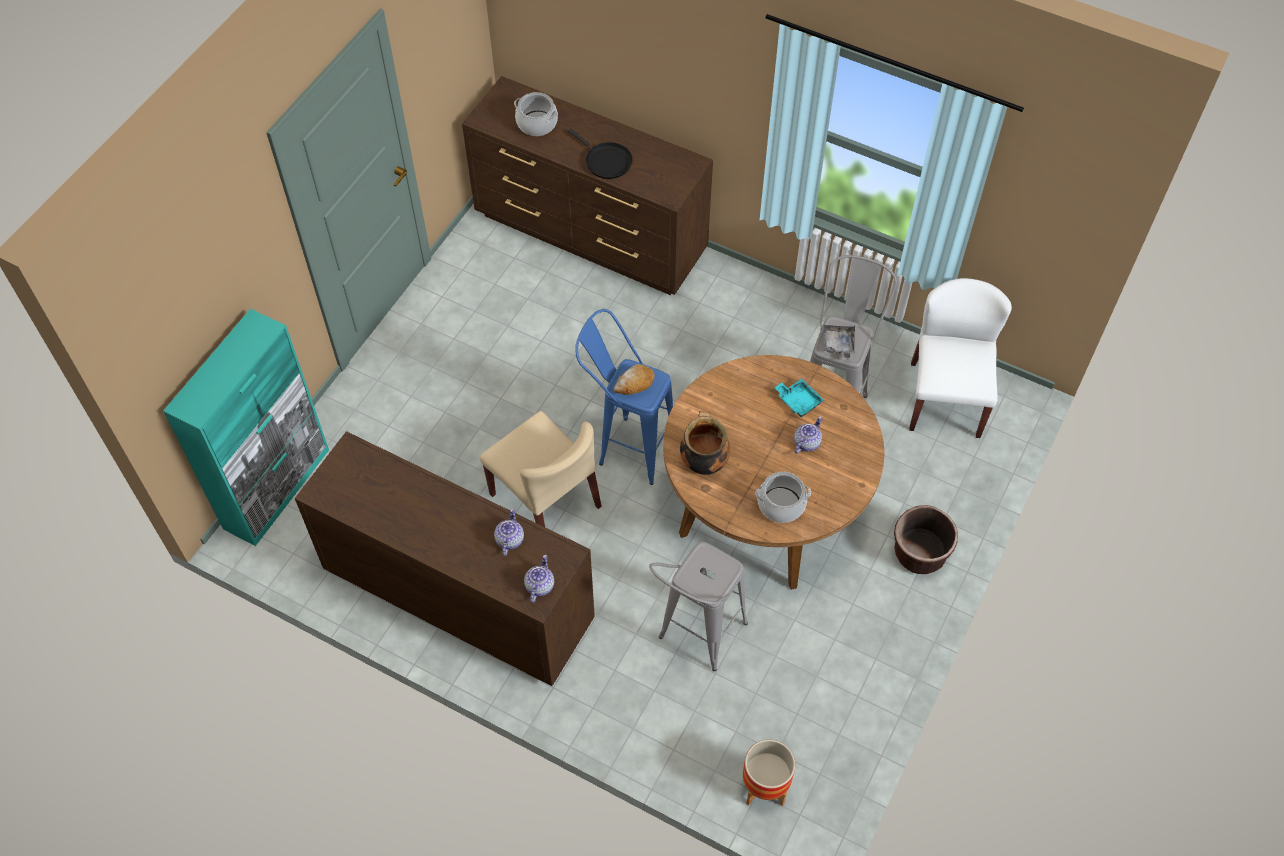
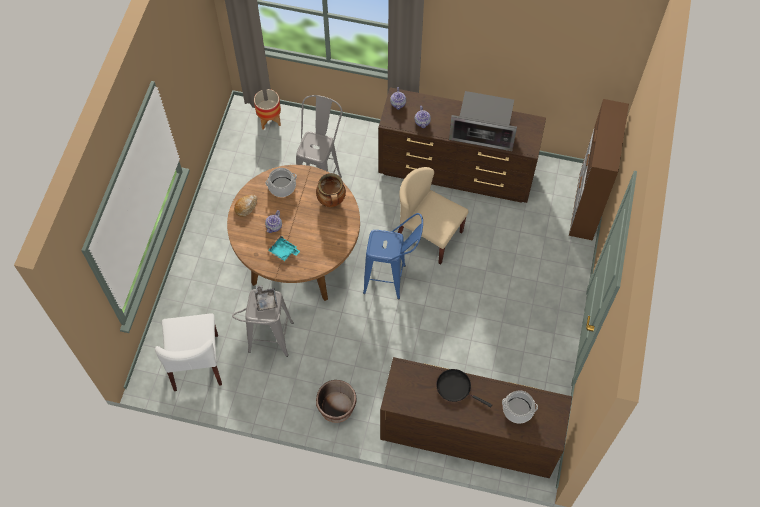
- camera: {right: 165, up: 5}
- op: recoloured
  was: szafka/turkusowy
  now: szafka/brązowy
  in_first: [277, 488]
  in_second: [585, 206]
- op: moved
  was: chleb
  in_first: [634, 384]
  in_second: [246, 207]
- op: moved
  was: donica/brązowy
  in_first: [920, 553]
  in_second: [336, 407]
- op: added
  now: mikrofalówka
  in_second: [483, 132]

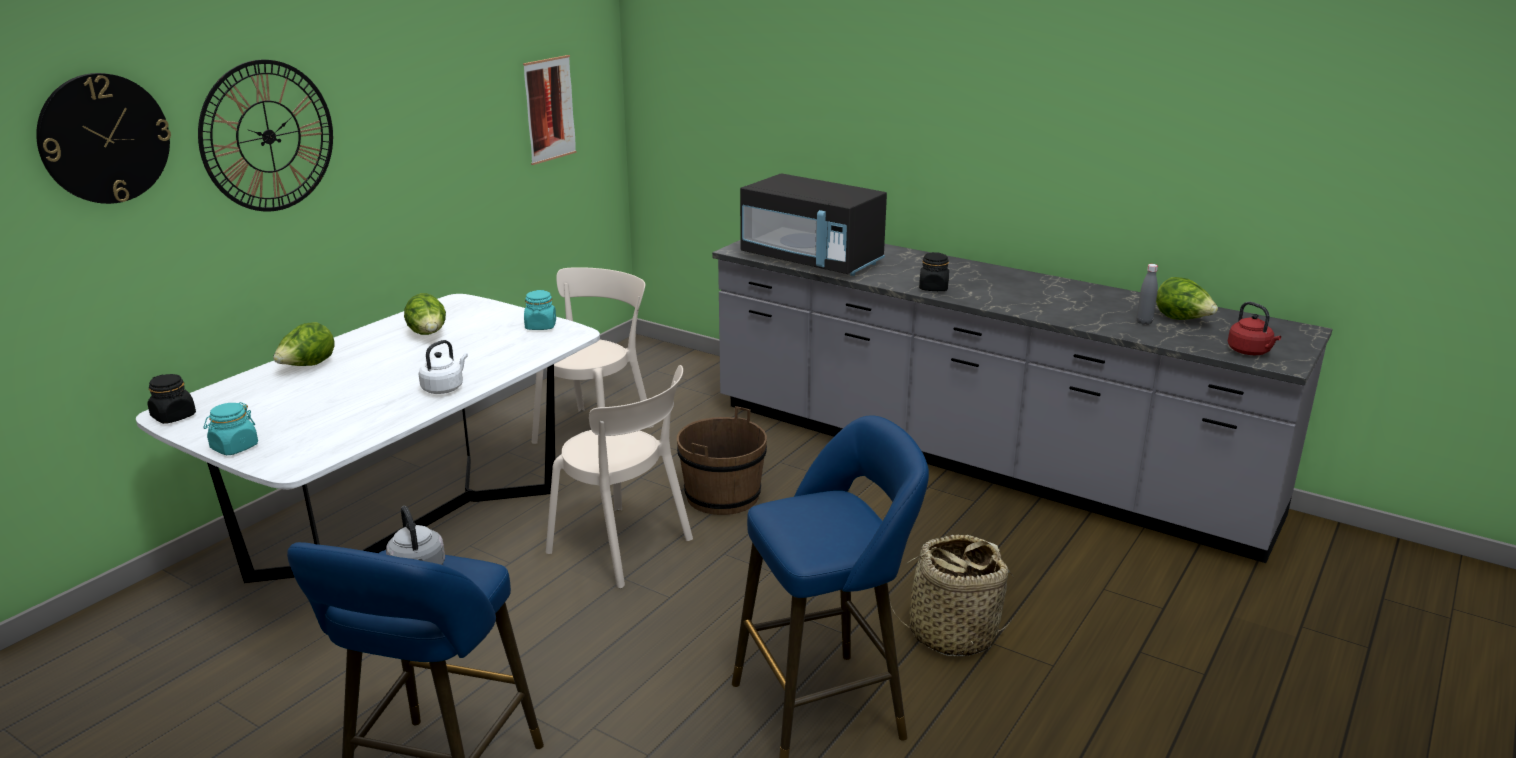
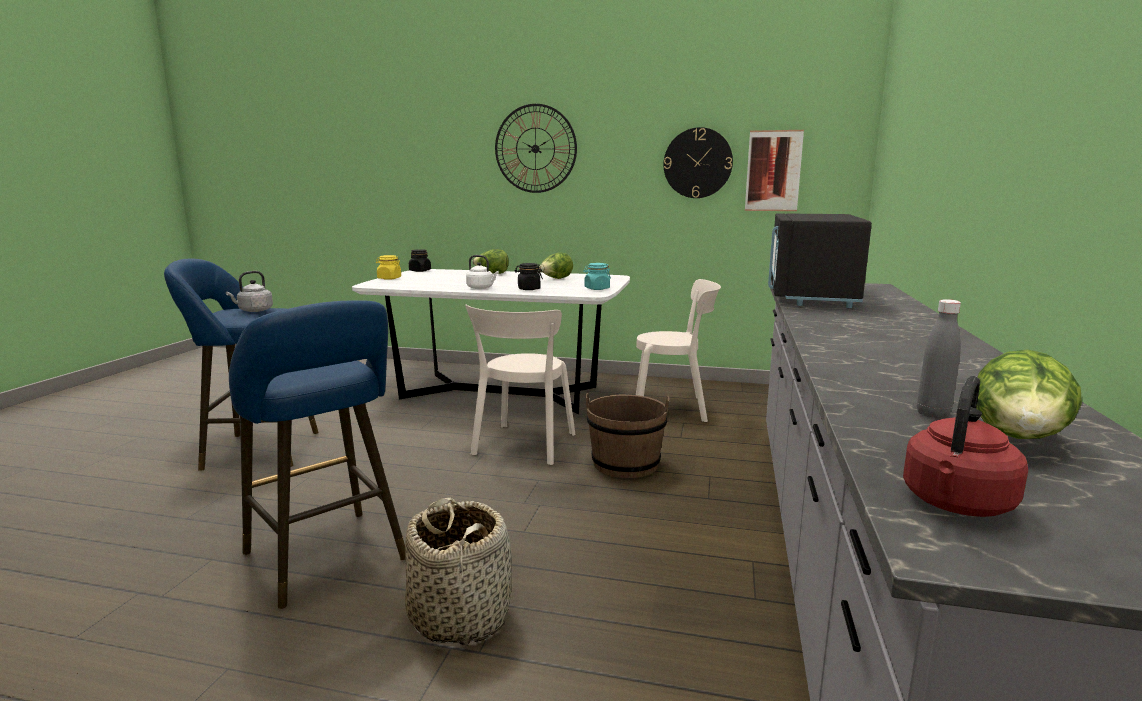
- camera: {right: 70, up: -10}
- op: moved
  was: zegar ścienny
  in_first: [104, 138]
  in_second: [697, 163]
- op: recoloured
  was: słoik/turkusowy
  now: słoik/żółty
  in_first: [234, 447]
  in_second: [389, 278]
- op: moved
  was: słoik/czarny
  in_first: [933, 288]
  in_second: [528, 289]

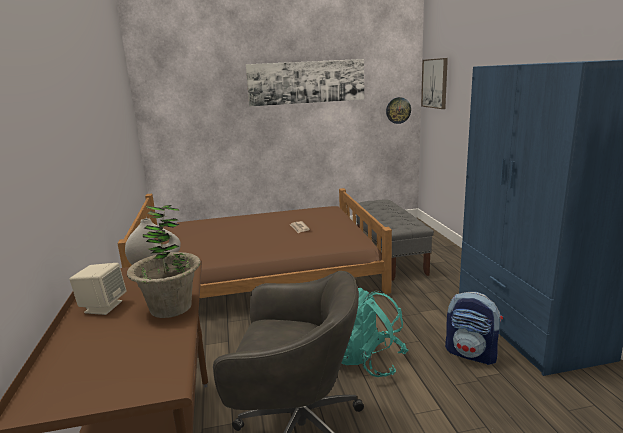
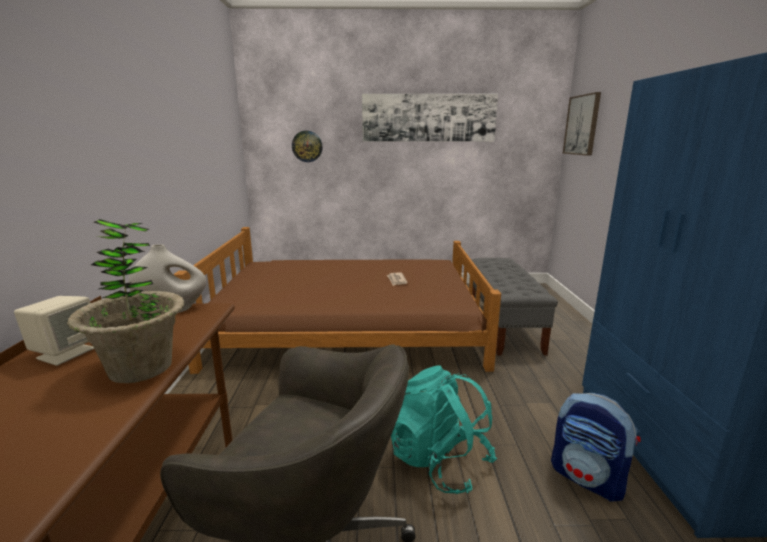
- camera: {right: 10, up: 0}
- op: moved
  was: zegar ścienny
  in_first: [398, 110]
  in_second: [307, 146]

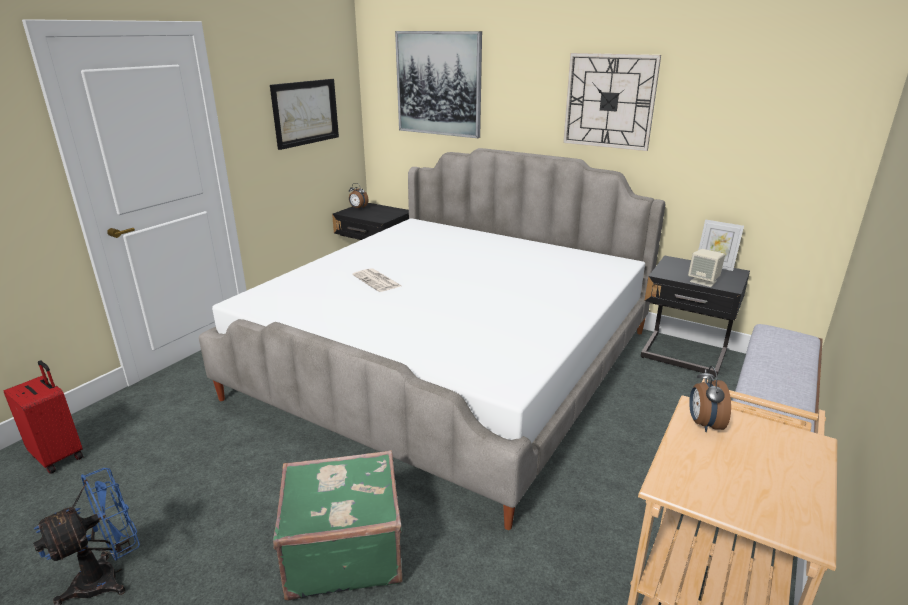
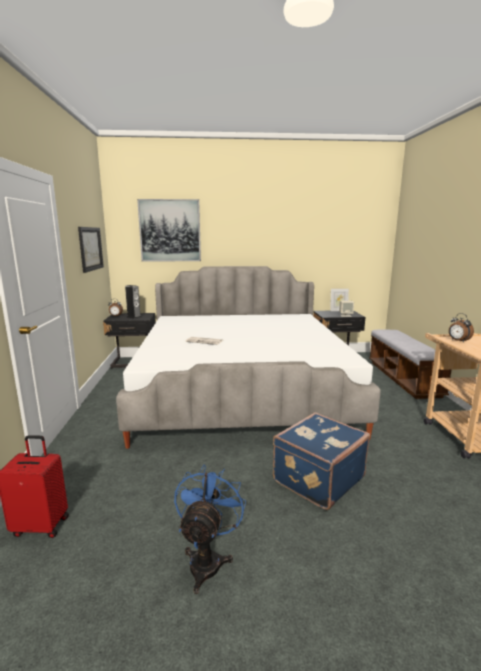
- camera: {right: -35, up: -10}
- op: recoloured
  was: walizka/zielony
  now: walizka/niebieski
  in_first: [343, 549]
  in_second: [317, 478]
- op: removed
  was: zegar ścienny
  in_first: [609, 101]
- op: added
  now: głośnik
  in_second: [134, 317]

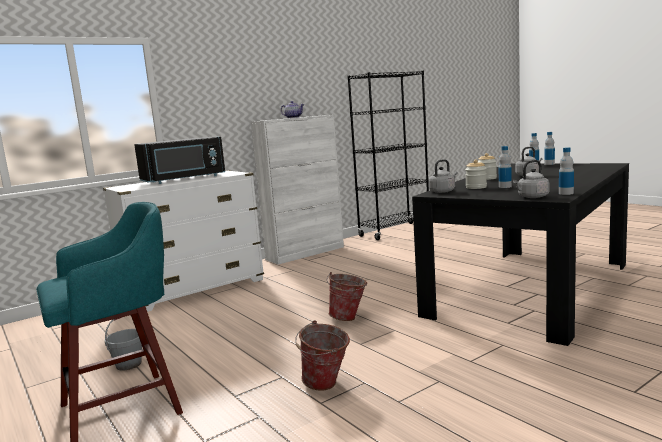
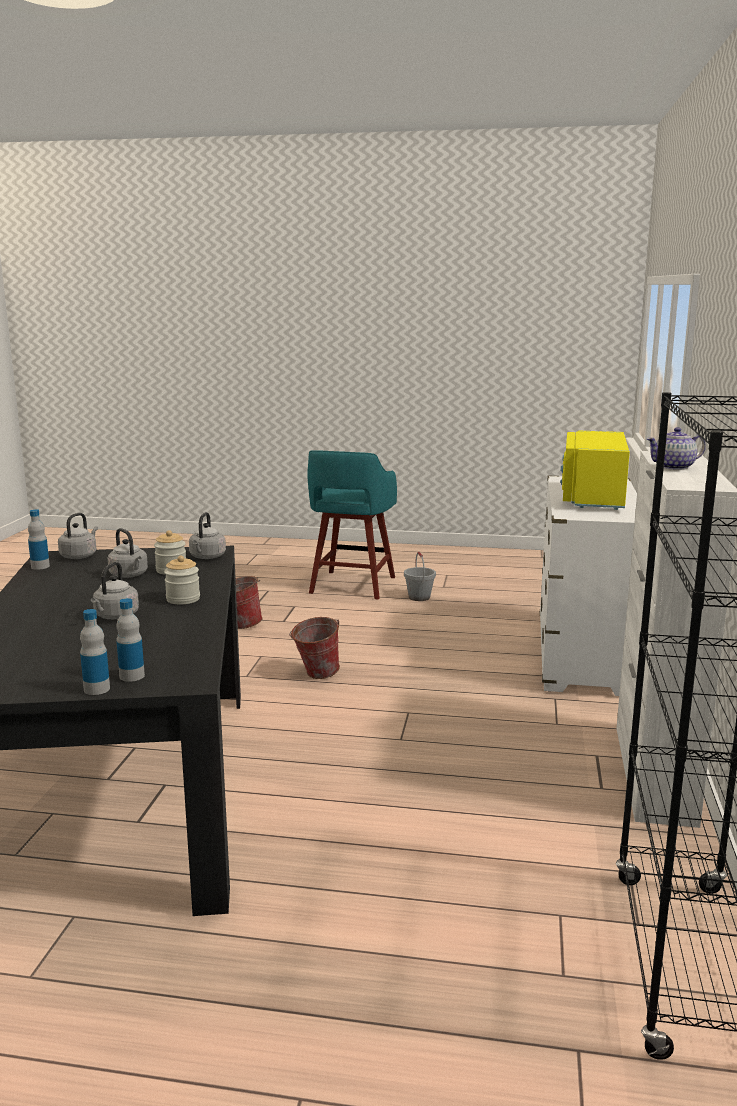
- camera: {right: 135, up: 5}
- op: recoloured
  was: mikrofalówka/czarny
  now: mikrofalówka/żółty
  in_first: [184, 179]
  in_second: [591, 497]
- op: replaced
  was: butelka
  now: czajnik/szary
  in_first: [505, 187]
  in_second: [129, 575]

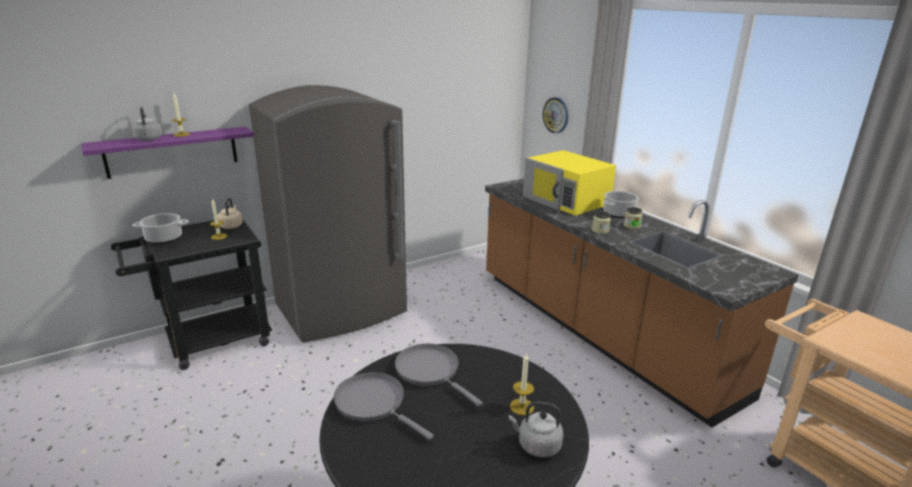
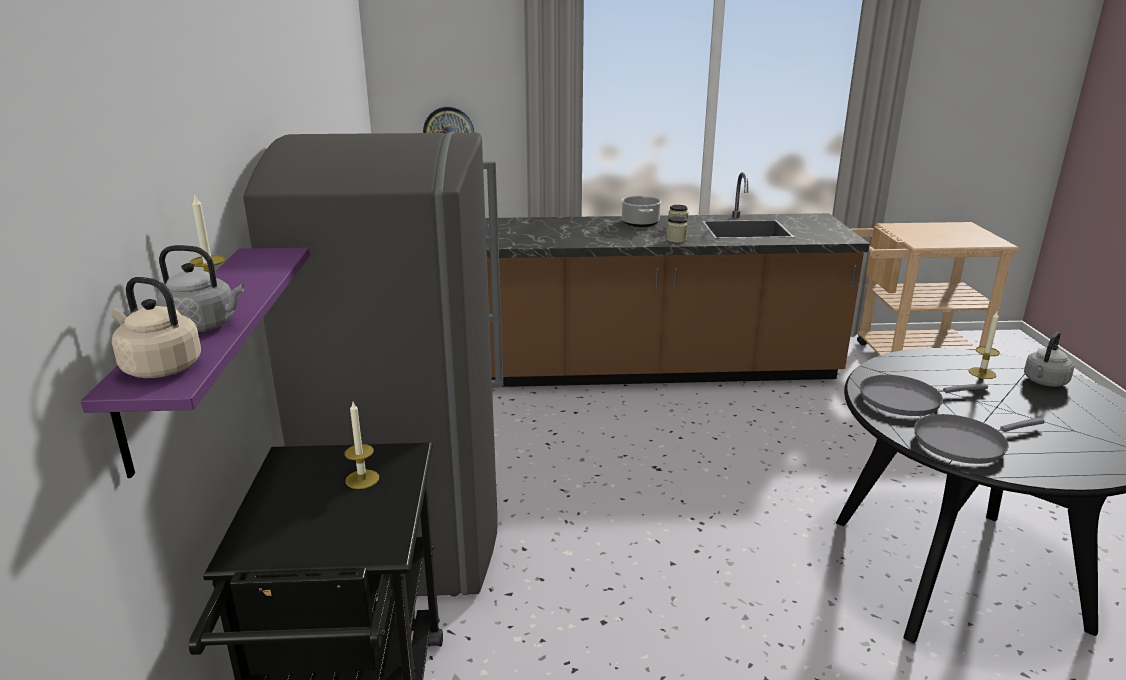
- camera: {right: -60, up: 0}
- op: removed
  was: garnek
  in_first: [164, 238]
- op: moved
  was: czajnik/beżowy
  in_first: [231, 226]
  in_second: [159, 367]
- op: removed
  was: mikrofalówka/żółty
  in_first: [566, 200]

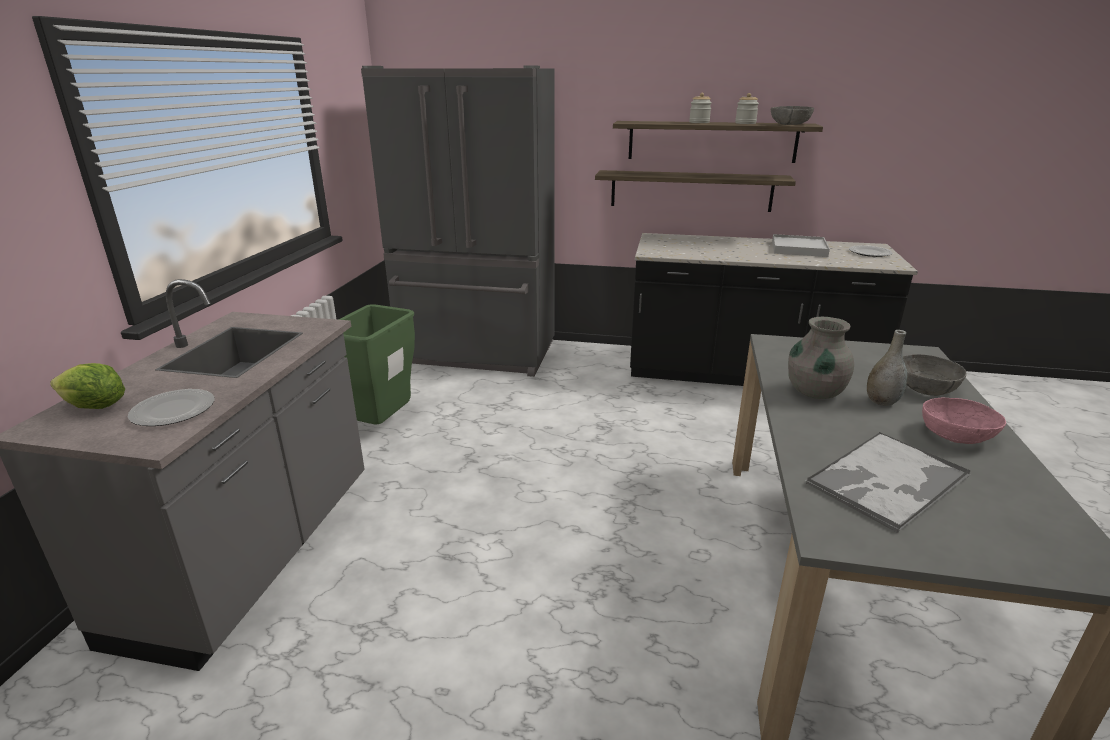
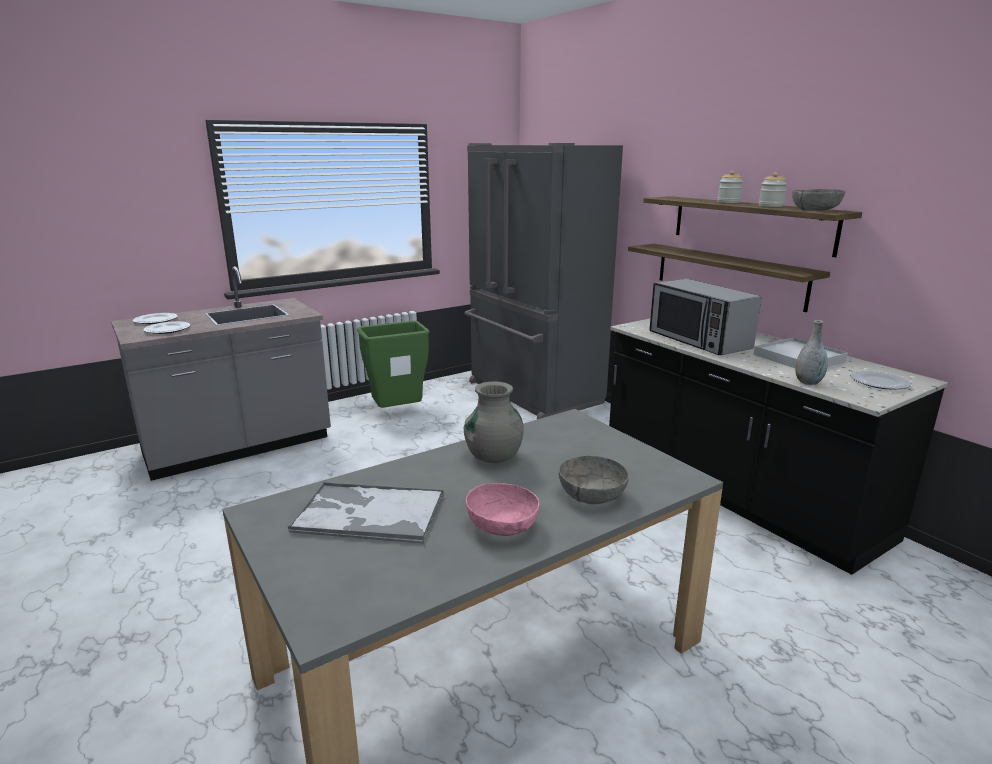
- camera: {right: 45, up: -5}
- op: replaced
  was: sałata
  now: talerz
  in_first: [95, 407]
  in_second: [155, 320]
- op: moved
  was: wazon/szary
  in_first: [881, 402]
  in_second: [808, 382]
- op: added
  now: mikrofalówka
  in_second: [698, 340]

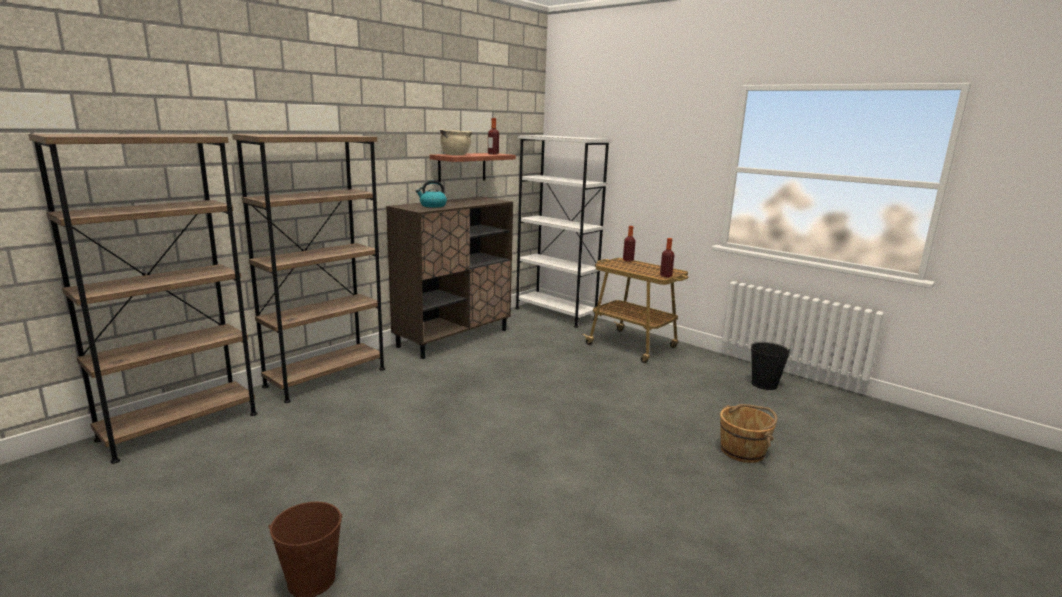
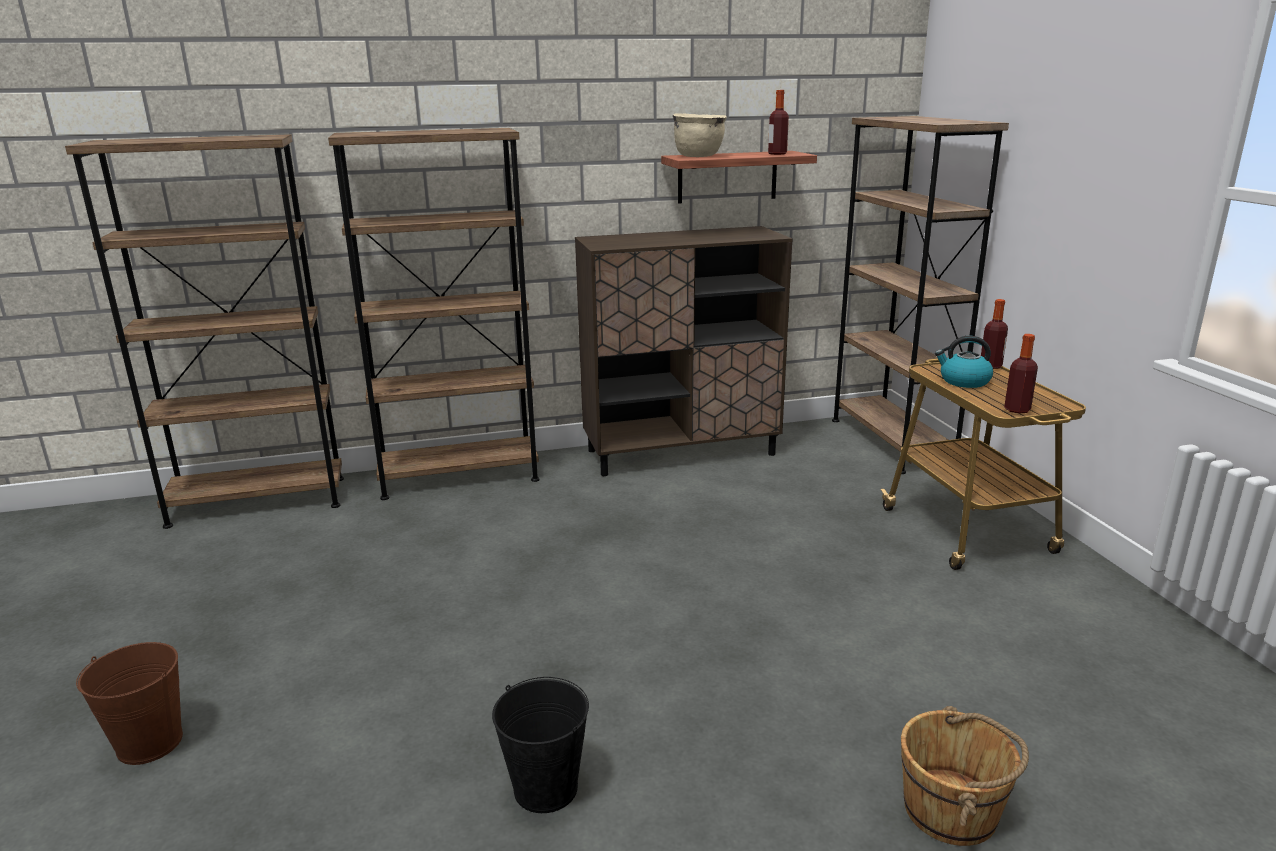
- camera: {right: 35, up: 5}
- op: moved
  was: czajnik
  in_first: [432, 206]
  in_second: [963, 381]
- op: recoloured
  was: regał/biały
  now: regał/brązowy
  in_first: [555, 314]
  in_second: [891, 441]
- op: moved
  was: wiadro/czarny
  in_first: [764, 384]
  in_second: [545, 788]

